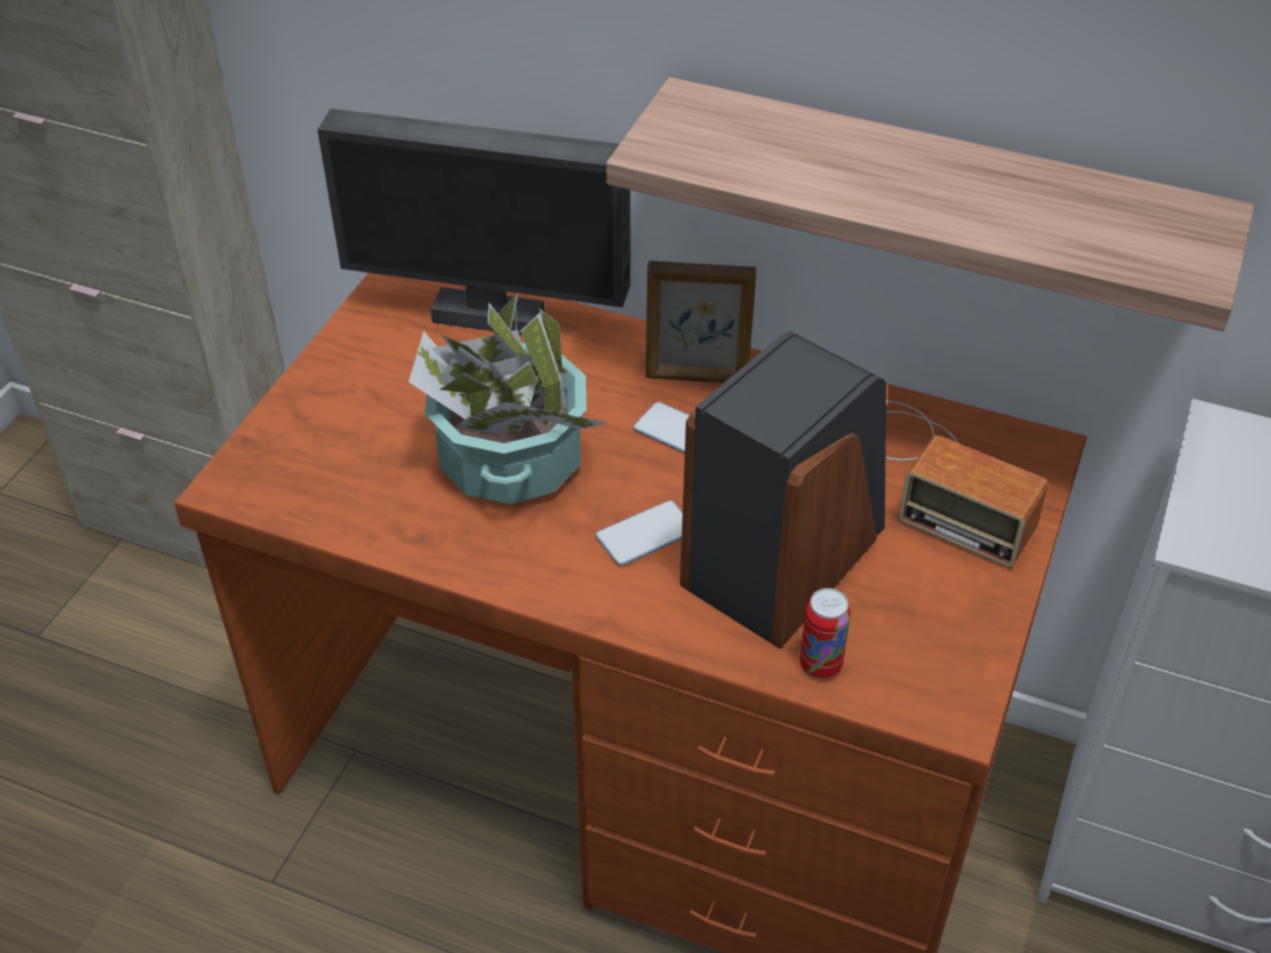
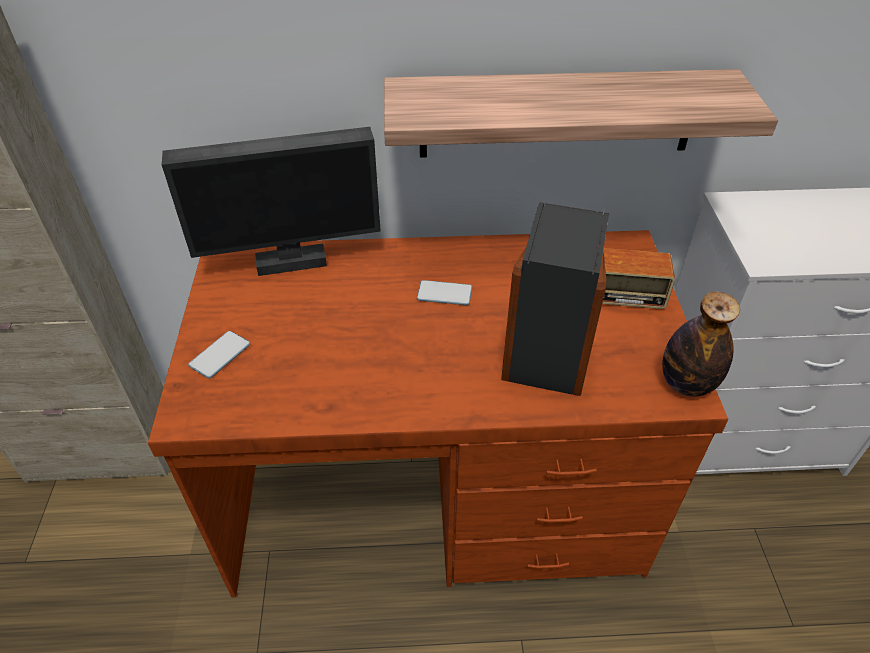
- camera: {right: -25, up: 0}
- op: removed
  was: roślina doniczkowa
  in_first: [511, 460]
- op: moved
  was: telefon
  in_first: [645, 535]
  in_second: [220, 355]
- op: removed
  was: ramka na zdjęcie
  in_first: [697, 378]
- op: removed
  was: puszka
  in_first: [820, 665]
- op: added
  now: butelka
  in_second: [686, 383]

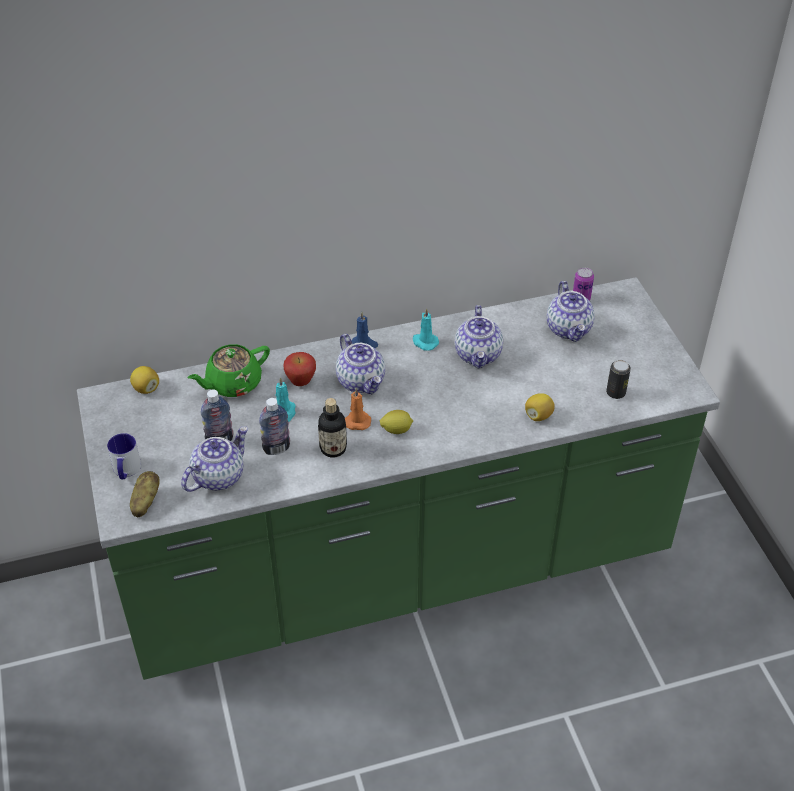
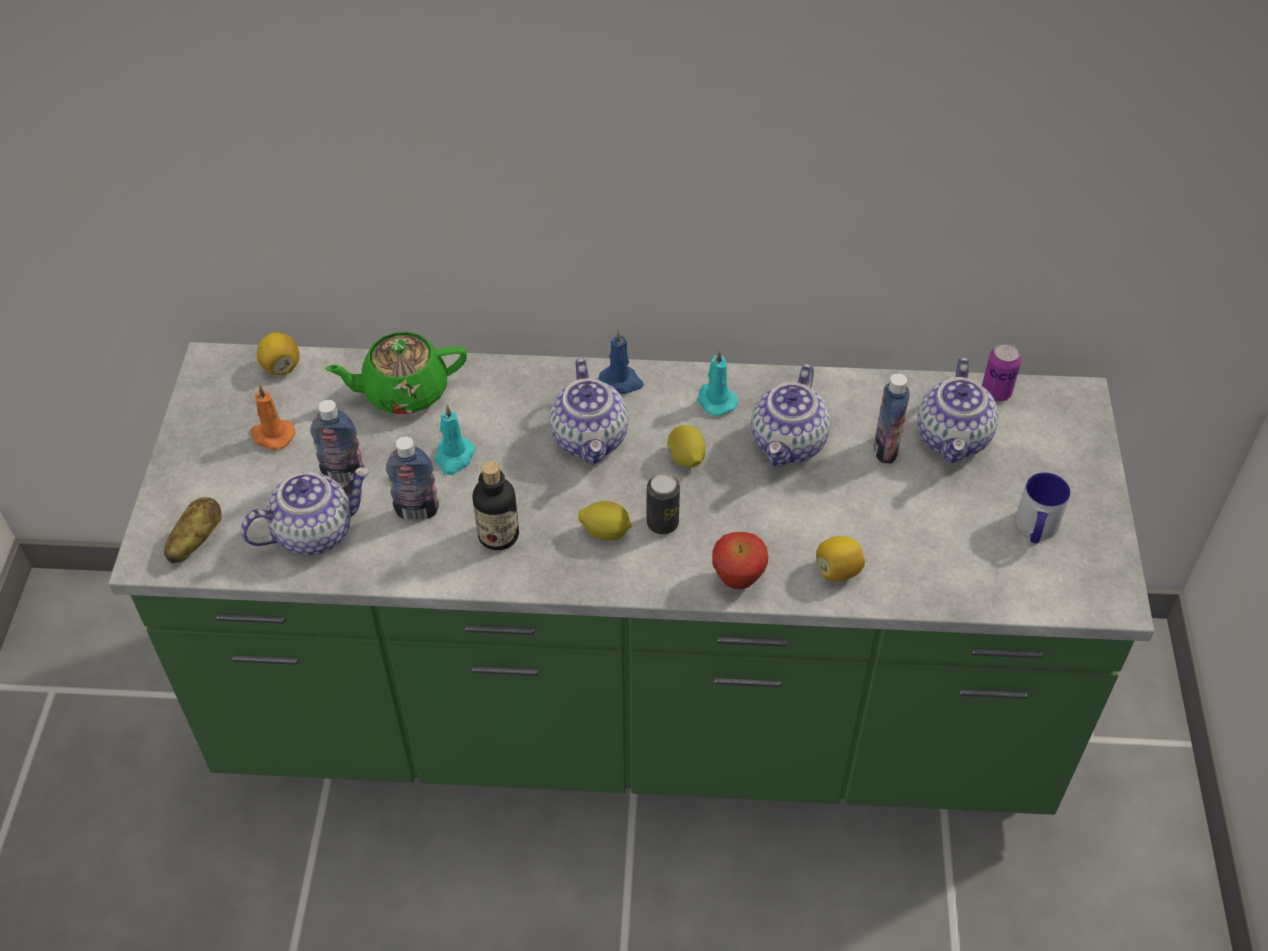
- camera: {right: 20, up: 5}
- op: moved
  was: kubek
  in_first: [126, 471]
  in_second: [1035, 529]
- op: moved
  was: jabłko
  in_first: [301, 382]
  in_second: [738, 580]
- op: moved
  was: świeca/pomarańczowy
  in_first: [356, 422]
  in_second: [272, 435]
- op: moved
  was: puszka
  in_first: [615, 393]
  in_second: [662, 523]
- op: added
  now: cytryna
  in_second: [686, 459]
- op: added
  now: butelka
  in_second: [885, 449]

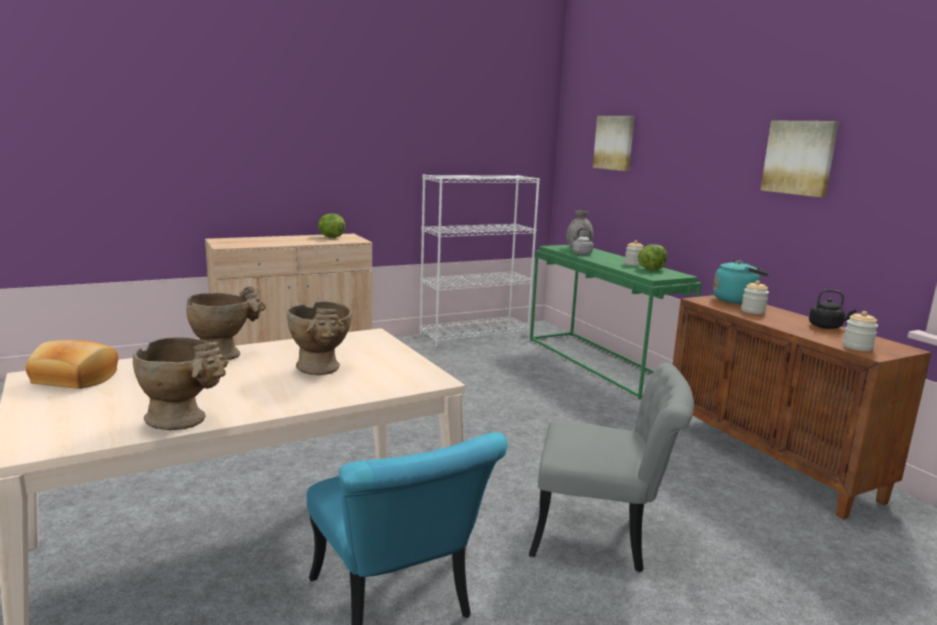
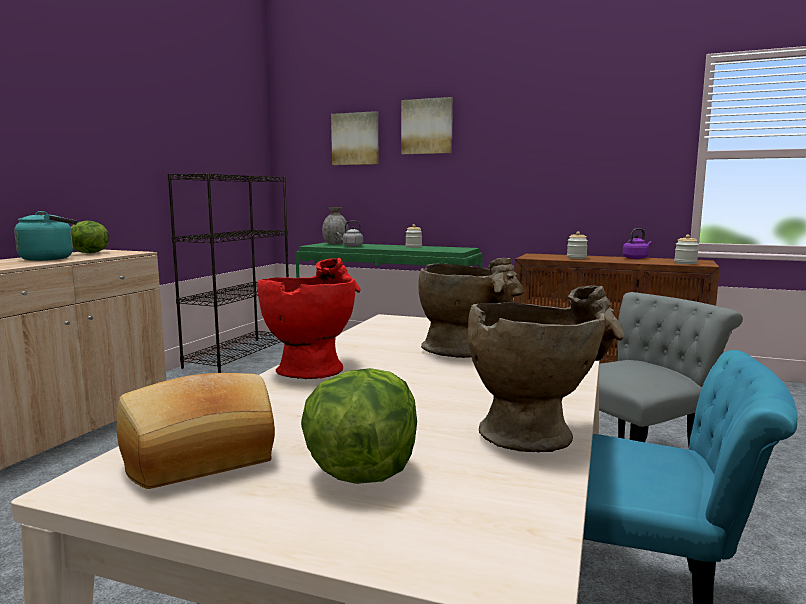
- camera: {right: -40, up: -5}
- op: recoloured
  was: wazon/beżowy
  now: wazon/czerwony
  in_first: [226, 354]
  in_second: [314, 369]
- op: recoloured
  was: regał/biały
  now: regał/czarny
  in_first: [475, 335]
  in_second: [240, 355]
- op: moved
  was: sałata
  in_first: [651, 269]
  in_second: [361, 473]
- op: moved
  was: czajnik/turkusowy
  in_first: [736, 300]
  in_second: [50, 259]
- op: moved
  was: obraz
  in_first: [799, 157]
  in_second: [427, 126]
- op: recoloured
  was: czajnik/czarny
  now: czajnik/fioletowy
  in_first: [827, 327]
  in_second: [636, 258]

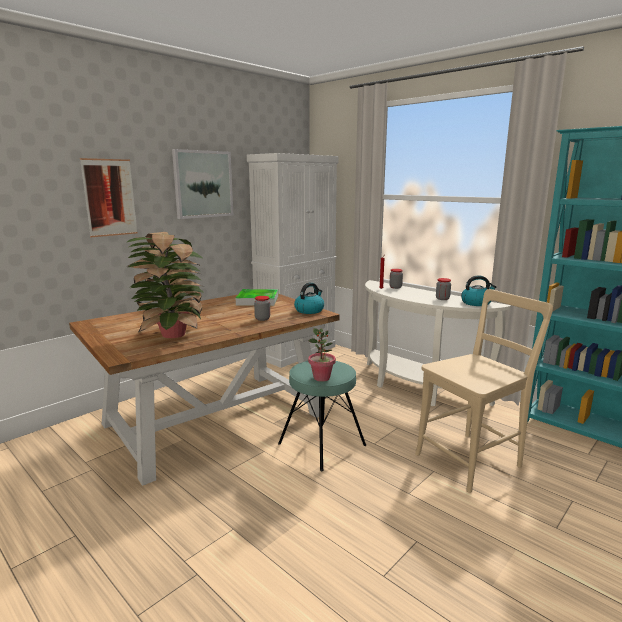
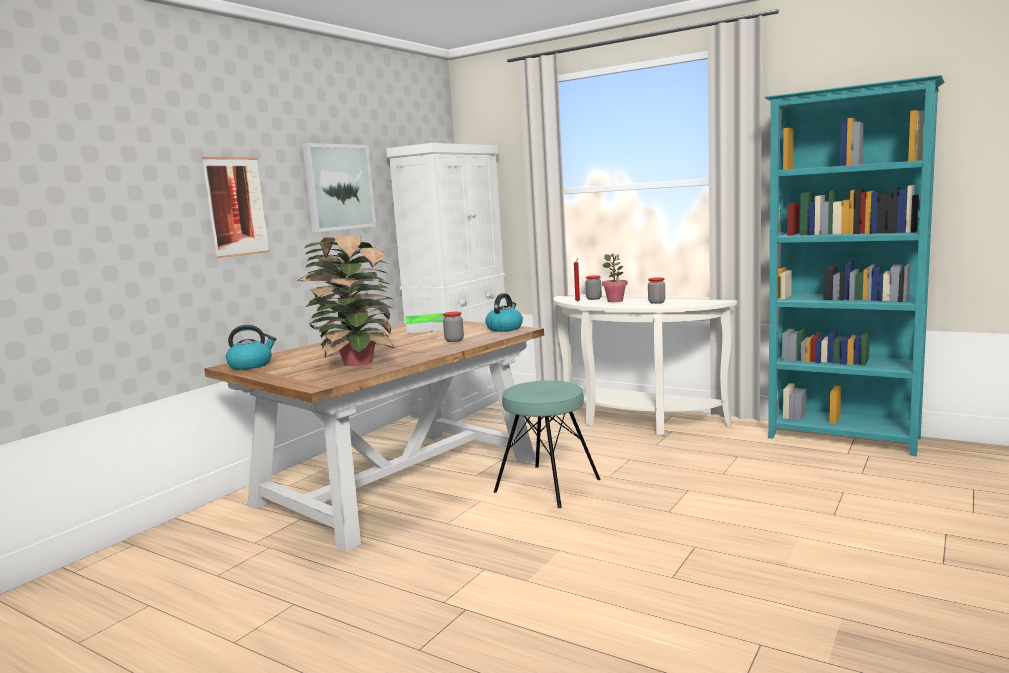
- camera: {right: -10, up: -5}
- op: moved
  was: roślina doniczkowa
  in_first: [321, 378]
  in_second: [615, 301]
- op: removed
  was: krzesło/beżowy
  in_first: [472, 459]
- op: moved
  was: czajnik
  in_first: [476, 303]
  in_second: [251, 365]

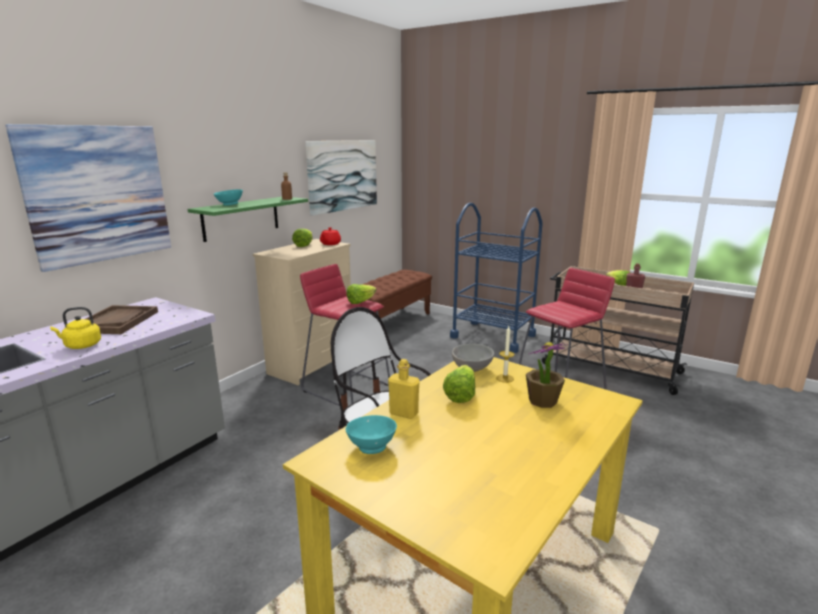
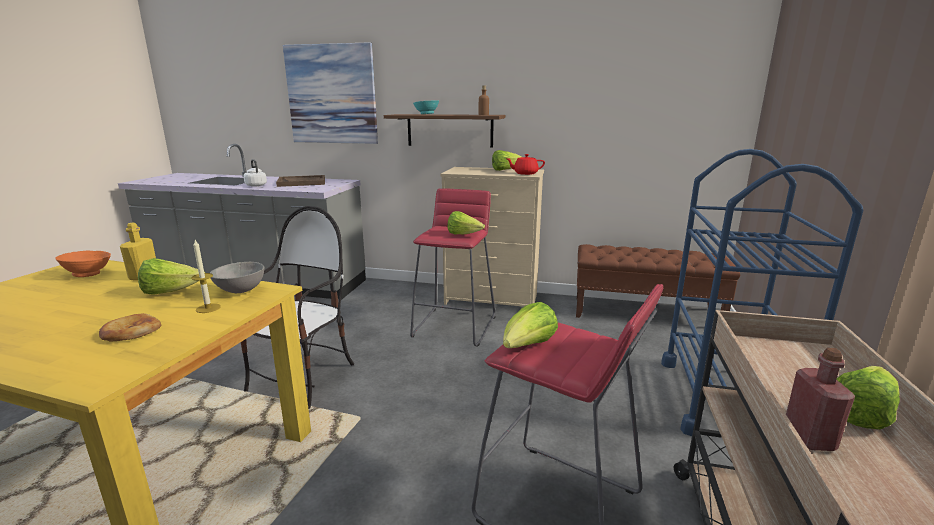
- camera: {right: 70, up: 0}
- op: recoloured
  was: czajnik/żółty
  now: czajnik/biały
  in_first: [81, 346]
  in_second: [255, 185]
- op: recoloured
  was: półka/zielony
  now: półka/brązowy
  in_first: [241, 218]
  in_second: [449, 130]
- op: removed
  was: obraz
  in_first: [342, 175]
- op: recoloured
  was: miska/turkusowy
  now: miska/pomarańczowy
  in_first: [372, 446]
  in_second: [89, 274]
- op: replaced
  was: roślina doniczkowa
  now: chleb
  in_first: [542, 401]
  in_second: [131, 331]
- op: added
  now: sałata
  in_second: [528, 347]

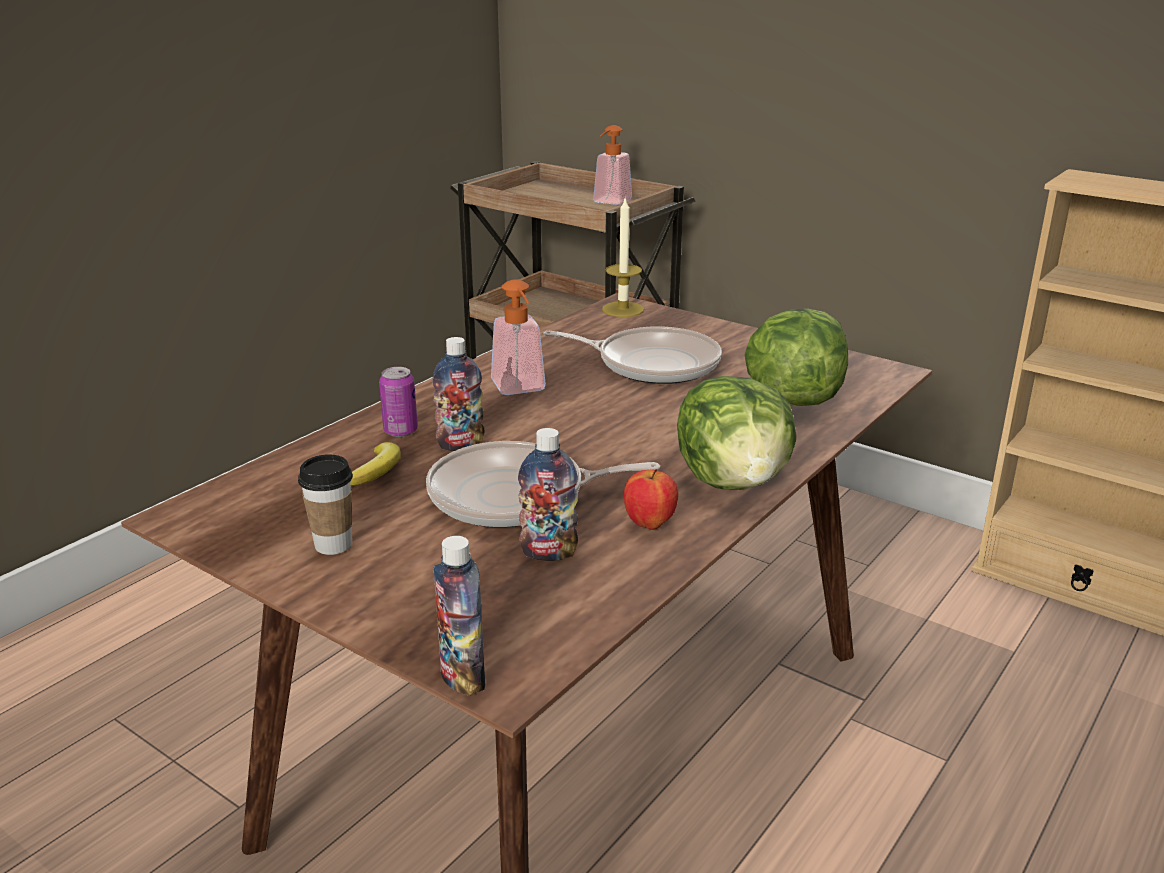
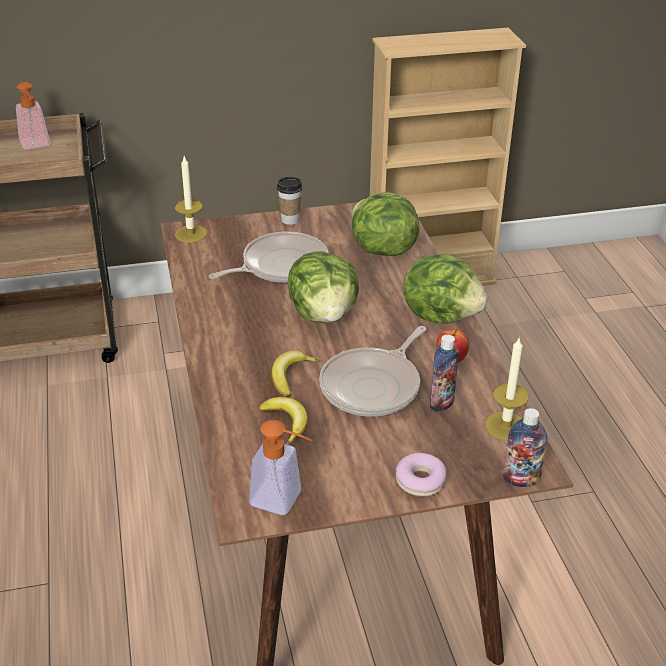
- camera: {right: -50, up: 10}
- op: moved
  was: filiżanka
  in_first: [333, 545]
  in_second: [290, 220]
- op: removed
  was: puszka
  in_first: [400, 431]
- op: replaced
  was: butelka
  now: banan
  in_first: [461, 445]
  in_second: [290, 376]
- op: moved
  was: dozownik mydła
  in_first: [521, 390]
  in_second: [284, 501]
- op: added
  now: sałata
  in_second: [324, 314]
- op: added
  now: donut
  in_second: [420, 480]
- op: added
  now: świeca
  in_second: [506, 426]

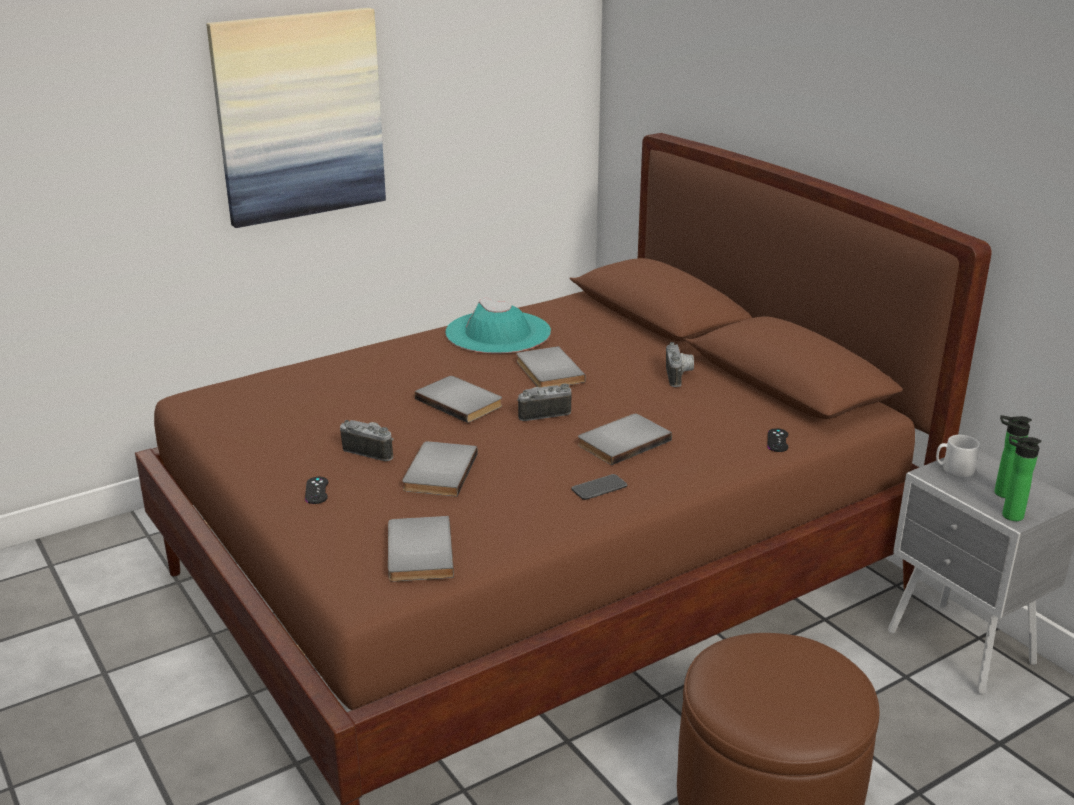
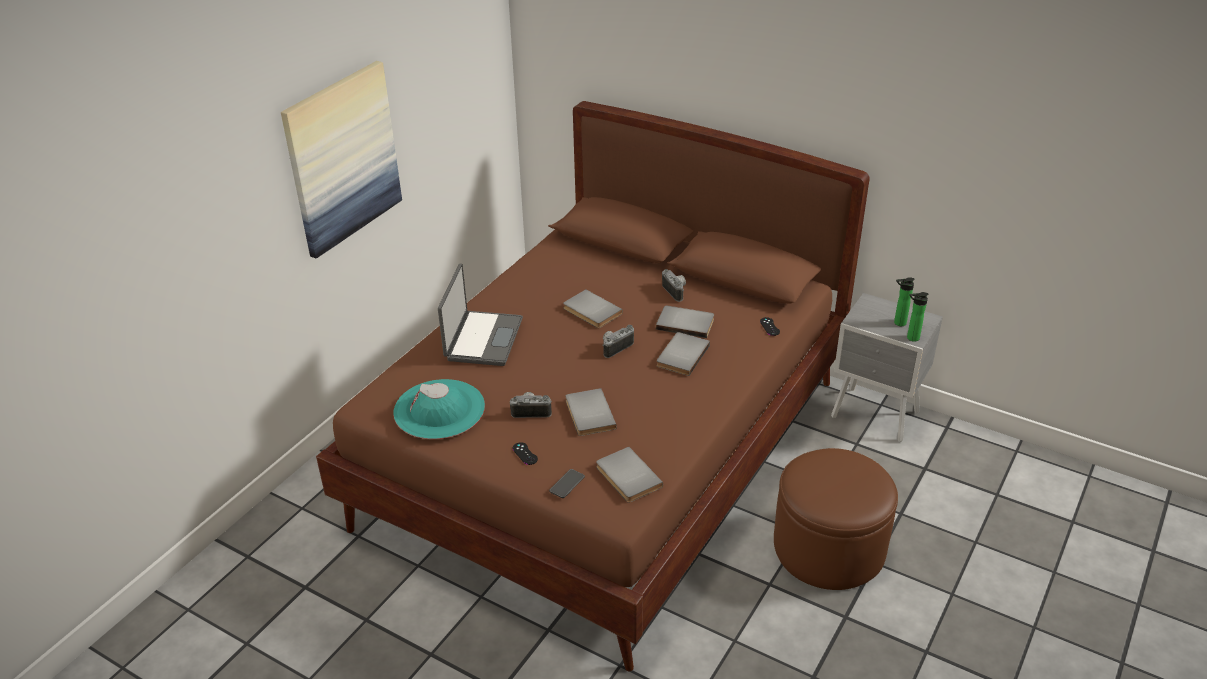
- camera: {right: -25, up: 10}
- op: moved
  was: książka/szary
  in_first: [461, 401]
  in_second: [685, 323]
- op: moved
  was: kapelusz/turkusowy
  in_first: [498, 333]
  in_second: [439, 409]
- op: moved
  was: telefon
  in_first: [599, 488]
  in_second: [567, 484]
- op: removed
  was: kubek/szary
  in_first: [954, 470]
- op: added
  now: laptop
  in_second: [482, 339]

